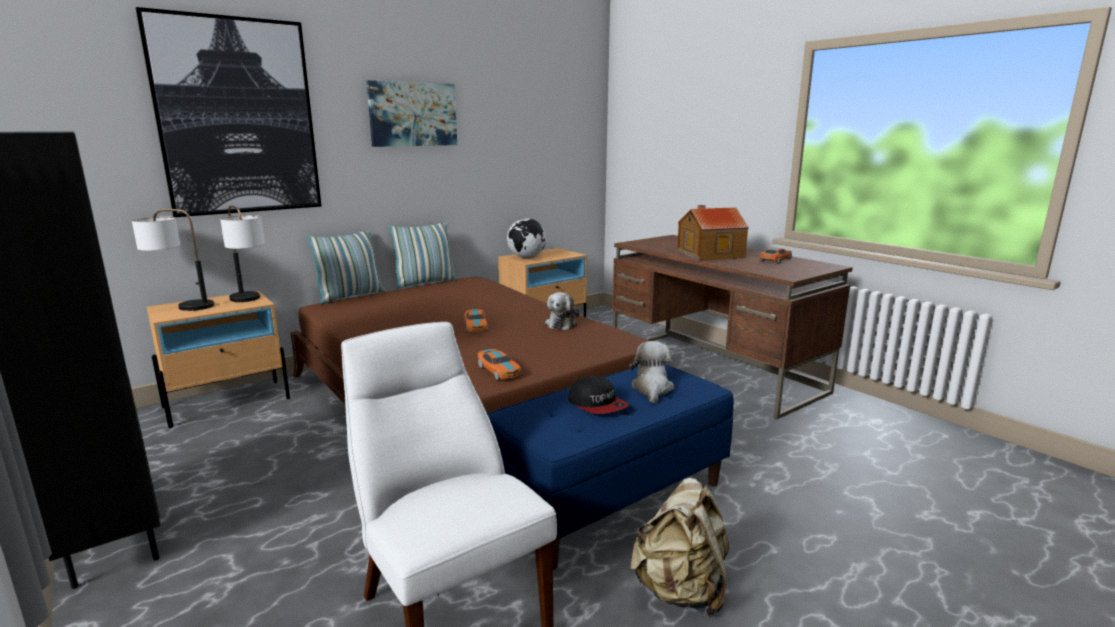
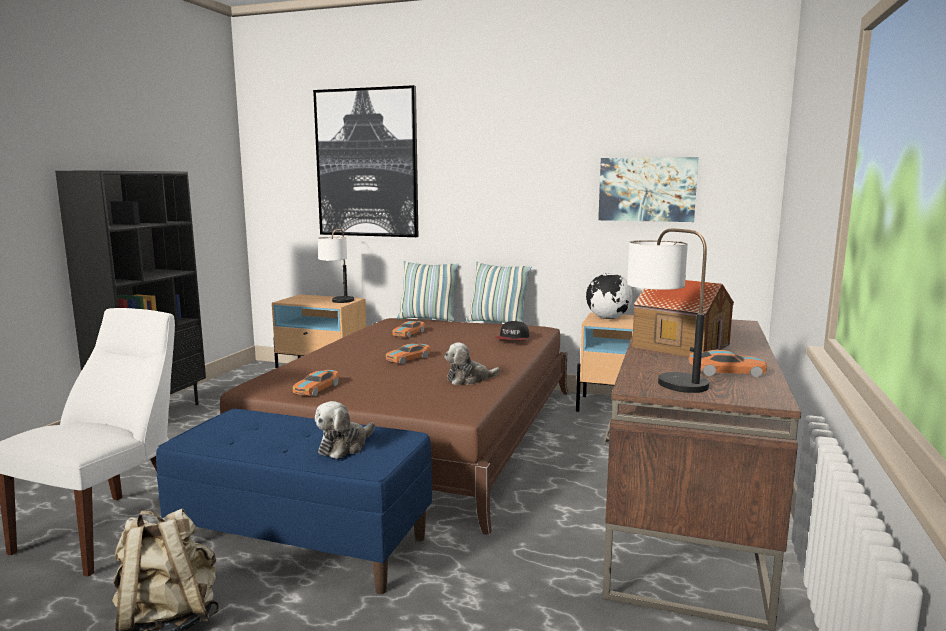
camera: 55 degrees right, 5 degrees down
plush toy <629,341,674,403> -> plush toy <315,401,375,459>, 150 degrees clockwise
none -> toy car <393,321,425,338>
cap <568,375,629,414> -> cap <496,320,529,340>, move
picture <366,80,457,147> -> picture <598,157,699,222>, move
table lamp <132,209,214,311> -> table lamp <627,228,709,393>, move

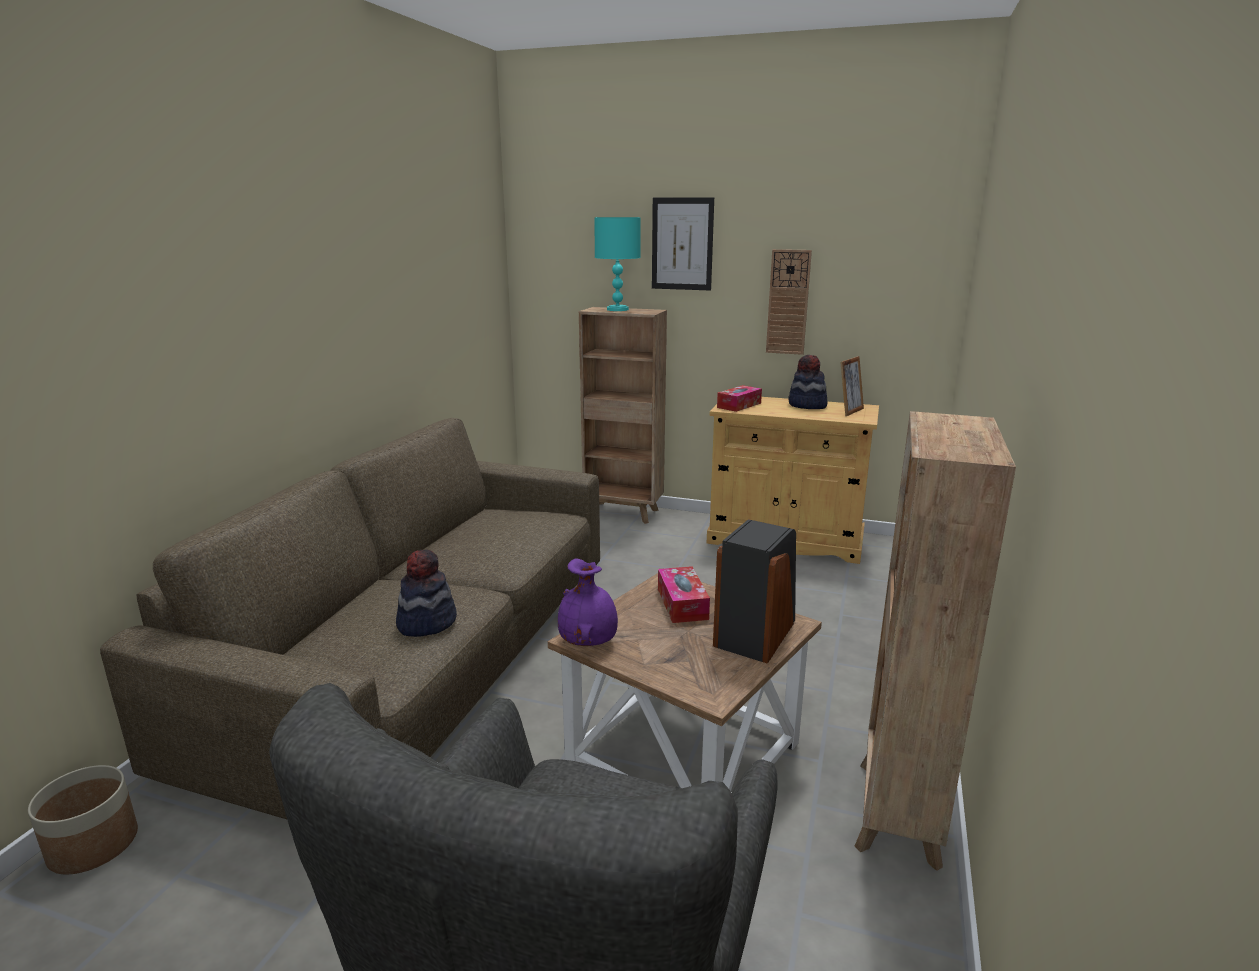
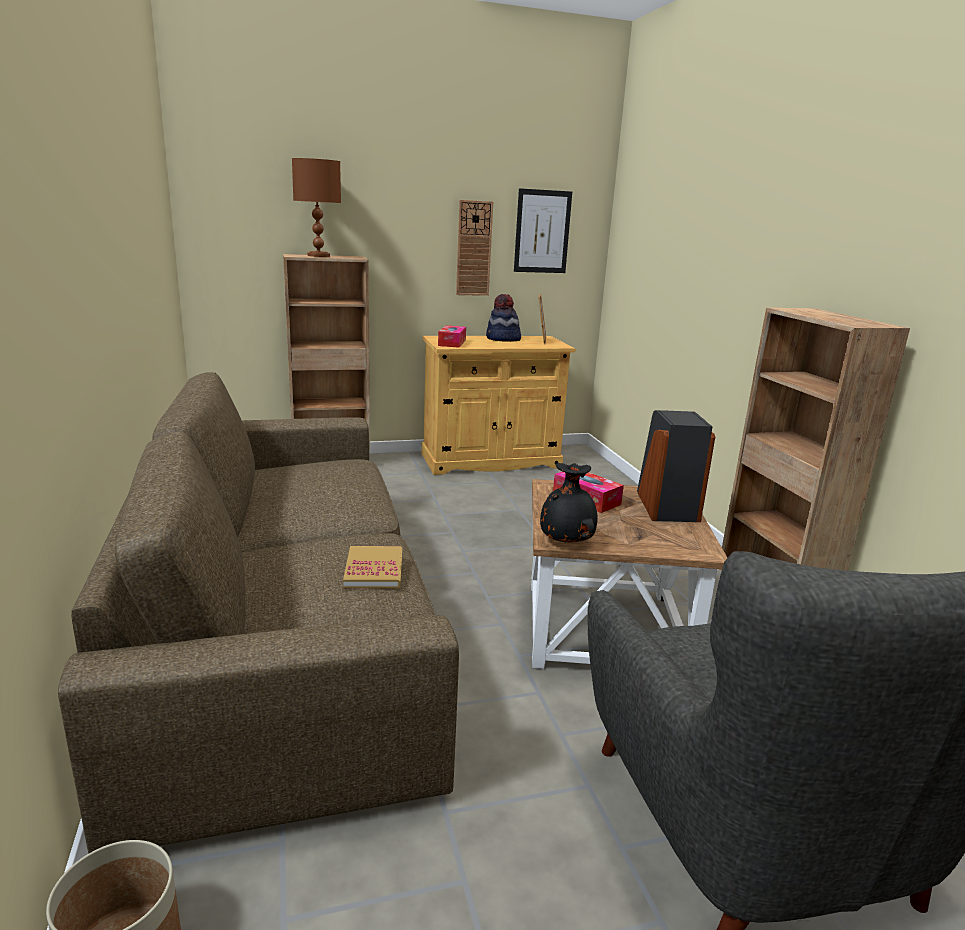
camera: 35 degrees left, 0 degrees up
turquoise table lamp <594,217,641,311> -> brown table lamp <292,158,341,257>
hat <396,550,457,637> -> book <343,546,402,589>
picture <652,197,714,291> -> picture <514,188,572,273>, move
purple vase <558,558,618,646> -> black vase <540,463,597,543>

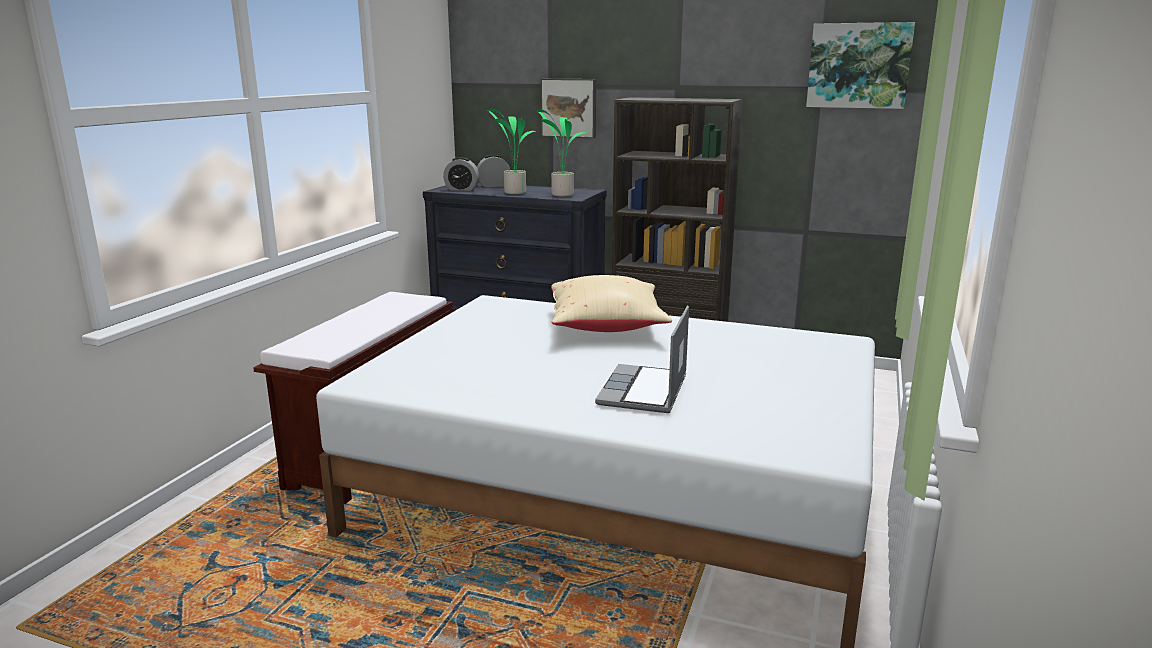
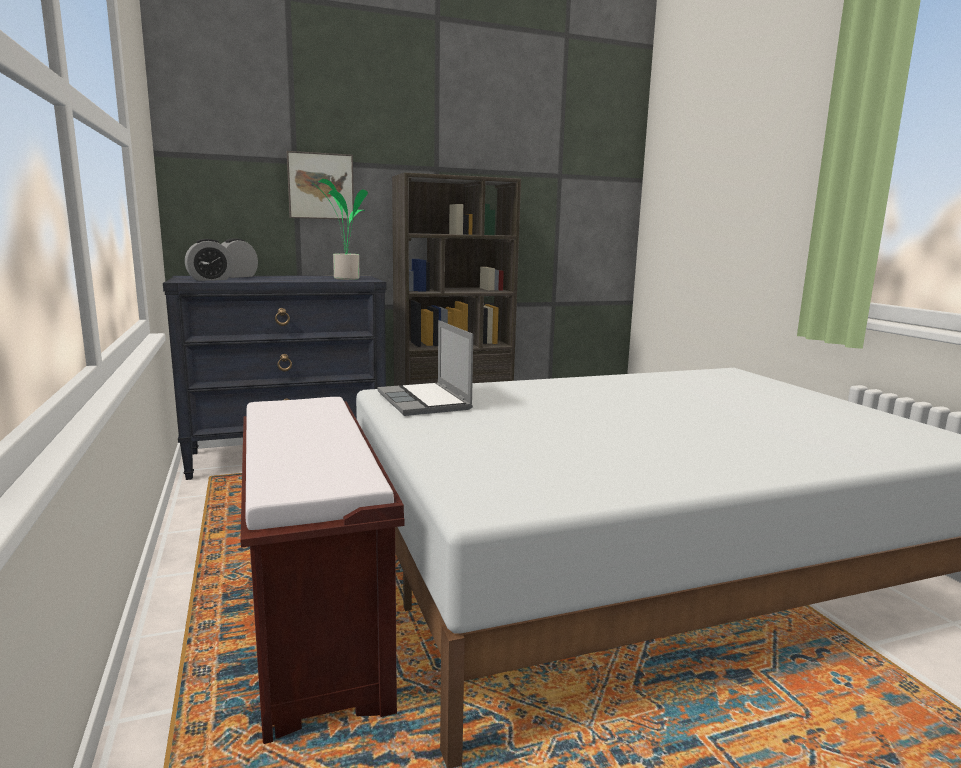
camera: 40 degrees left, 5 degrees down
laptop <595,306,689,413> -> laptop <378,320,473,416>, move
potted plant <487,109,538,194> -> none
beige pillow <551,275,672,332> -> none
picture <806,22,915,109> -> none

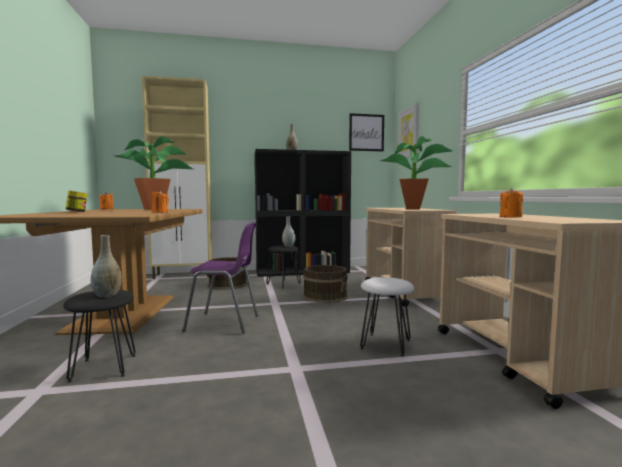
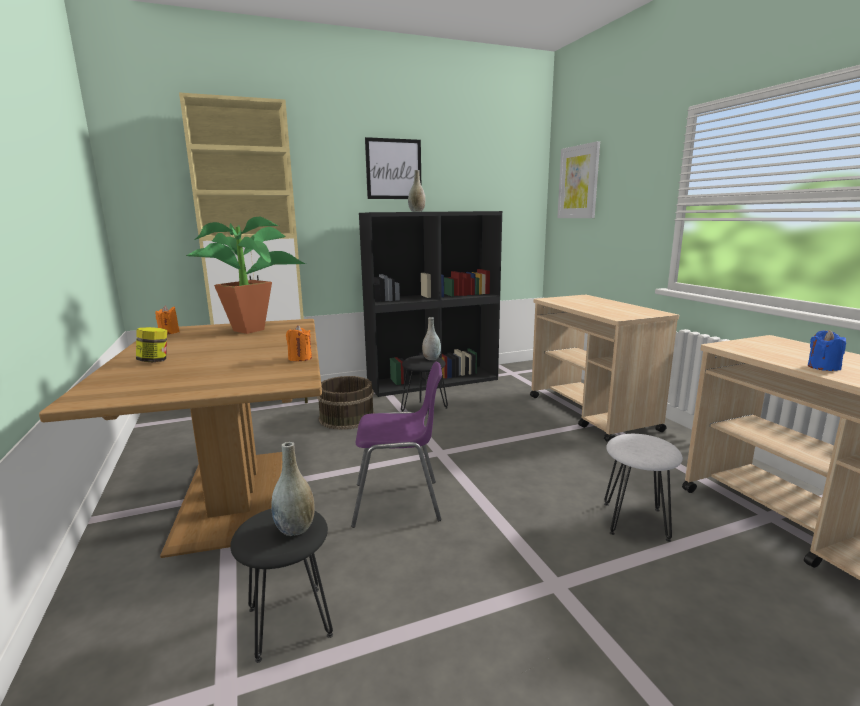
camera: 10 degrees left, 10 degrees up
picture <349,113,384,152> -> picture <365,137,421,199>, move
orange candle <500,188,523,217> -> blue candle <808,330,846,371>
brown bucket <303,265,348,303> -> none
potted plant <380,136,453,210> -> none

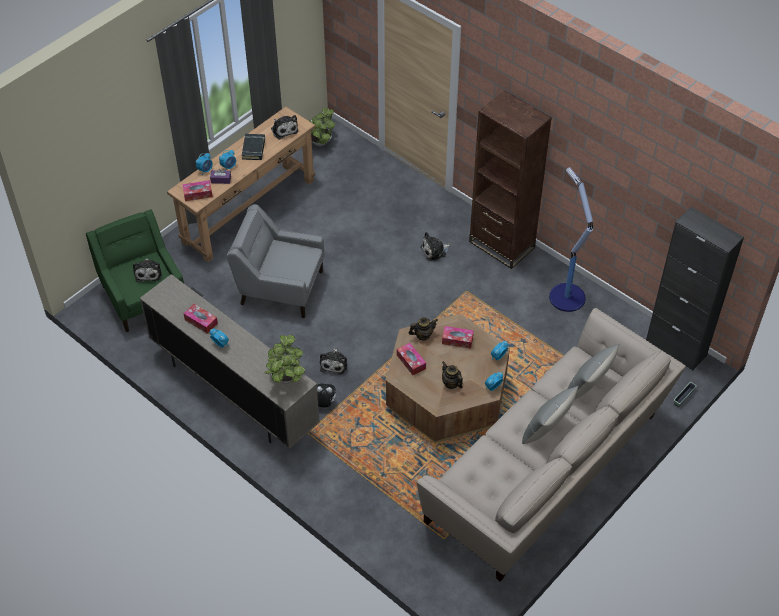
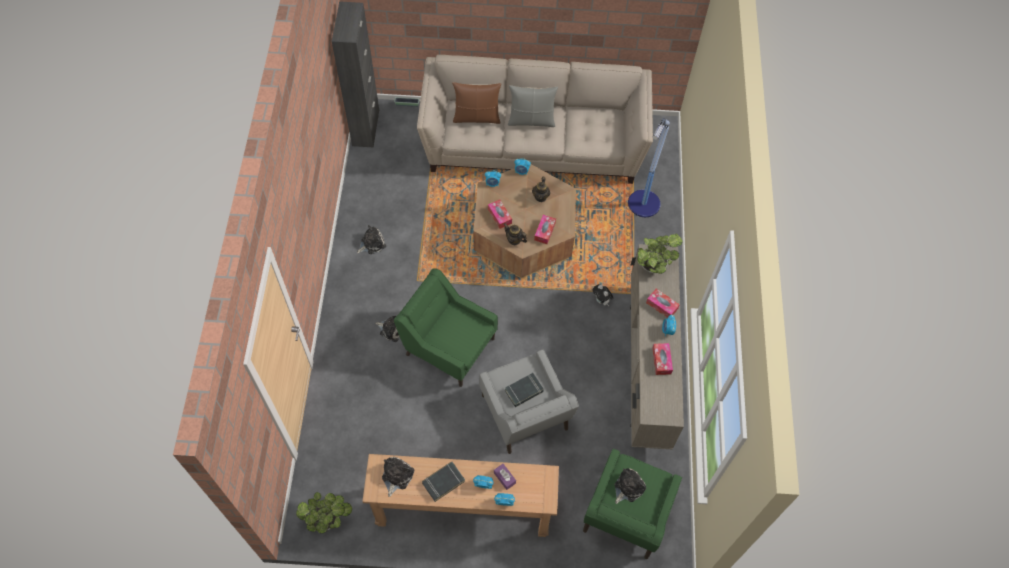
camera: 130 degrees left, 10 degrees up
plush toy <320,348,347,375> -> plush toy <357,225,386,254>, move
none -> green armchair <394,268,498,387>
grey pillow <567,344,619,399> -> brown pillow <452,82,501,124>
none -> black book <504,373,544,407>
floor lamp <549,167,593,312> -> floor lamp <628,119,670,217>, move
tissue box <182,180,213,201> -> tissue box <646,289,680,318>, move
brown bookcase <469,91,552,269> -> none

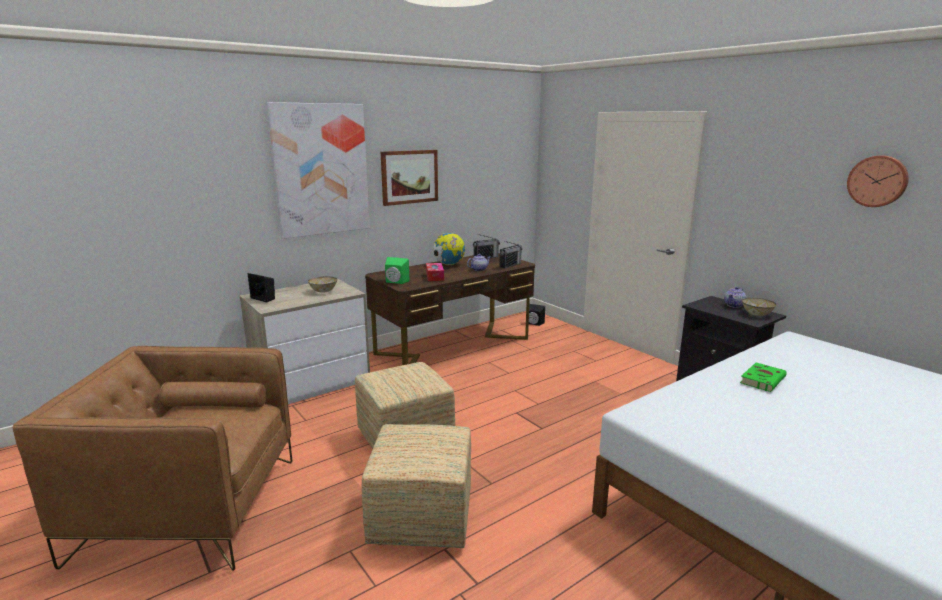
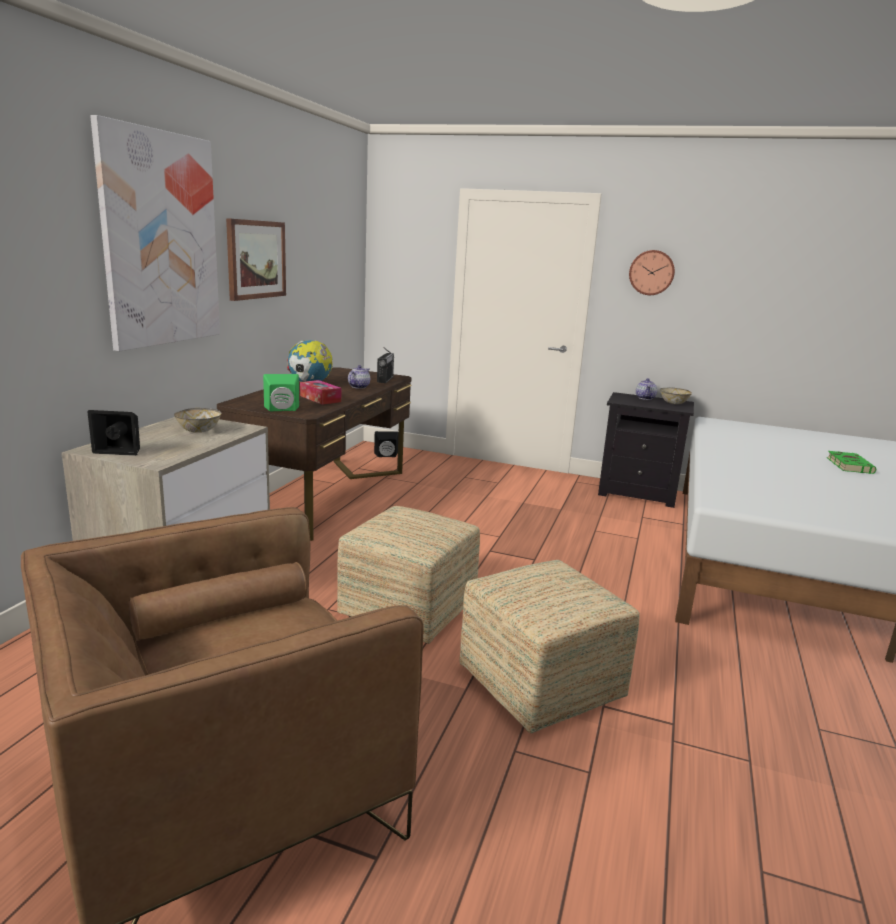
camera: 35 degrees left, 0 degrees up
wall clock <847,155,909,207> -> wall clock <629,250,675,295>, move
green book <740,362,787,392> -> green book <827,451,876,474>, move
radio <473,234,500,259> -> none

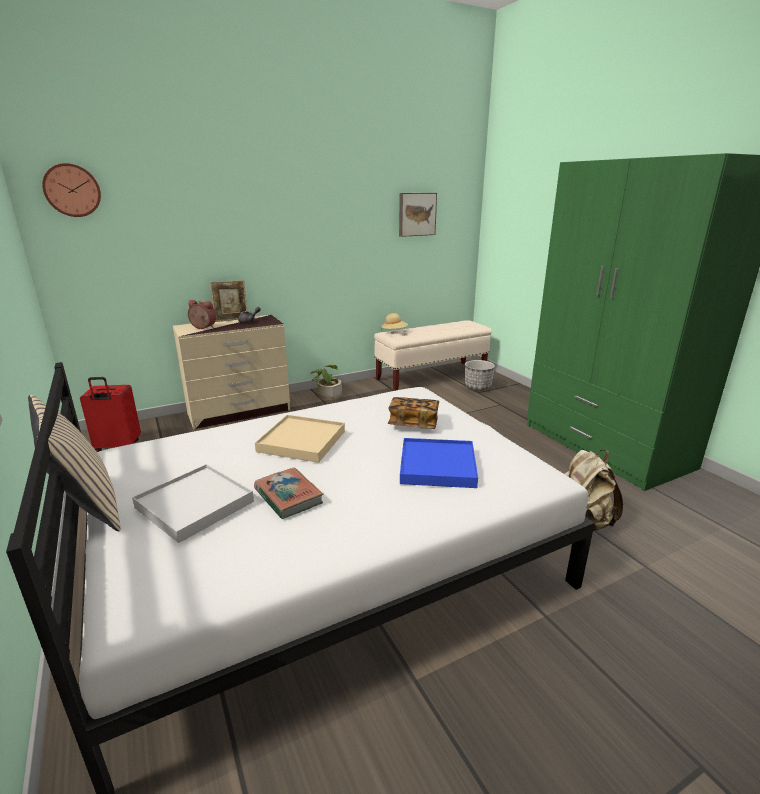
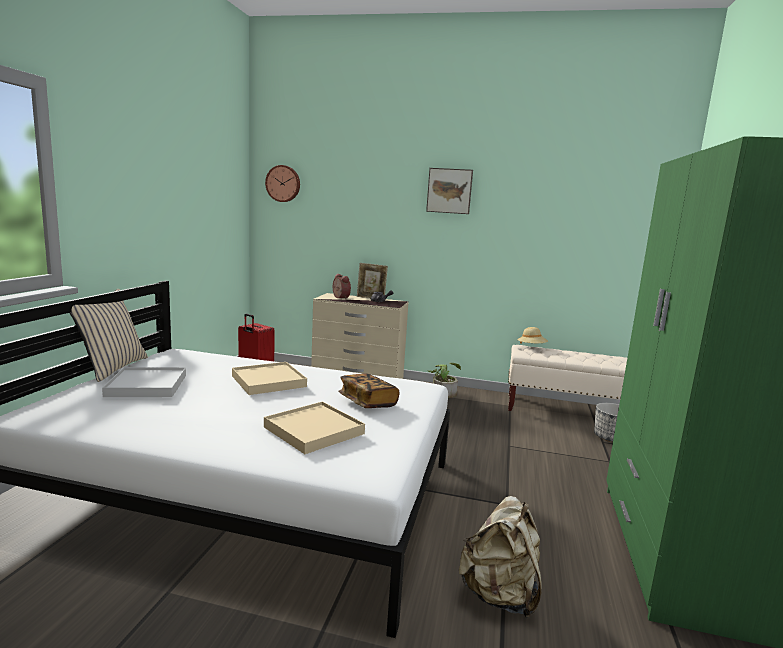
camera: 40 degrees right, 10 degrees down
blue tray <400,438,478,488> -> beige tray <264,402,365,454>
picture <399,193,437,237> -> picture <426,168,473,214>, move
book <254,467,323,519> -> none

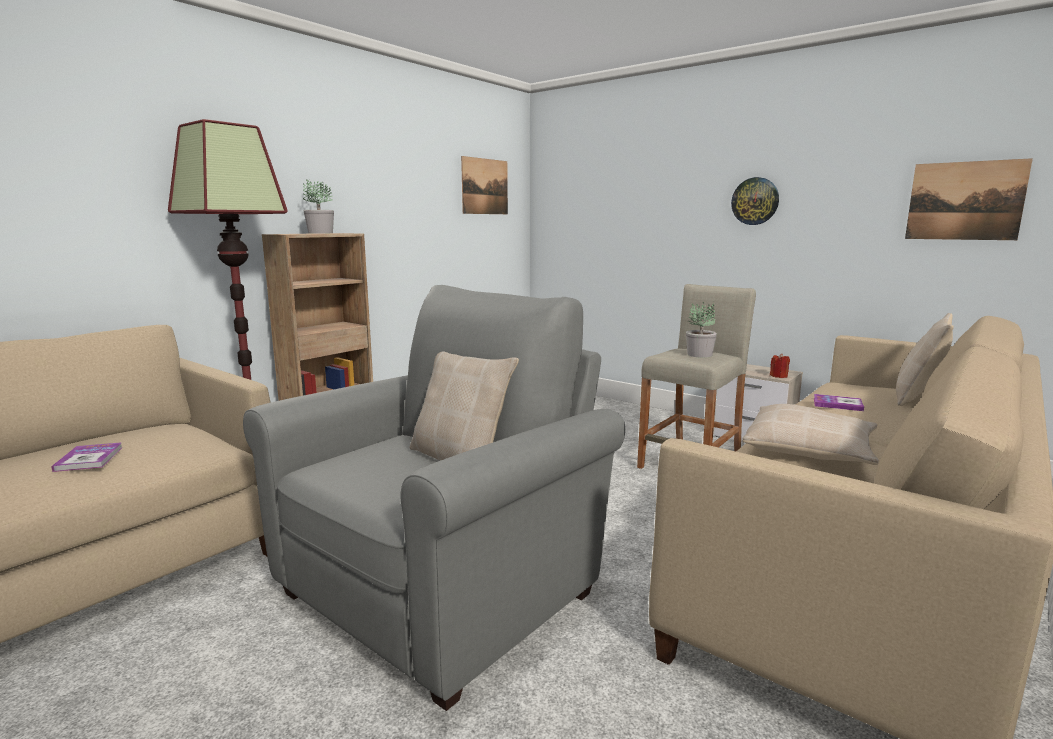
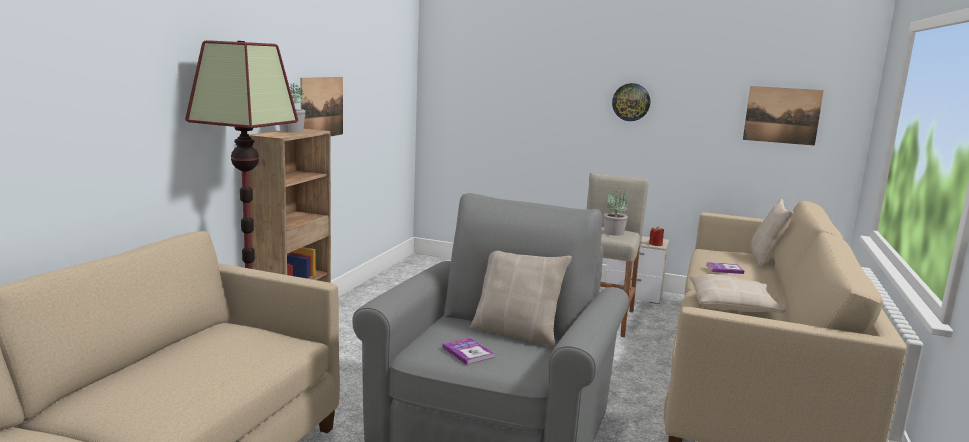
camera: 20 degrees left, 0 degrees up
picture <461,156,508,214> -> picture <300,77,343,136>, move
book <51,442,123,472> -> book <442,337,495,365>, move

